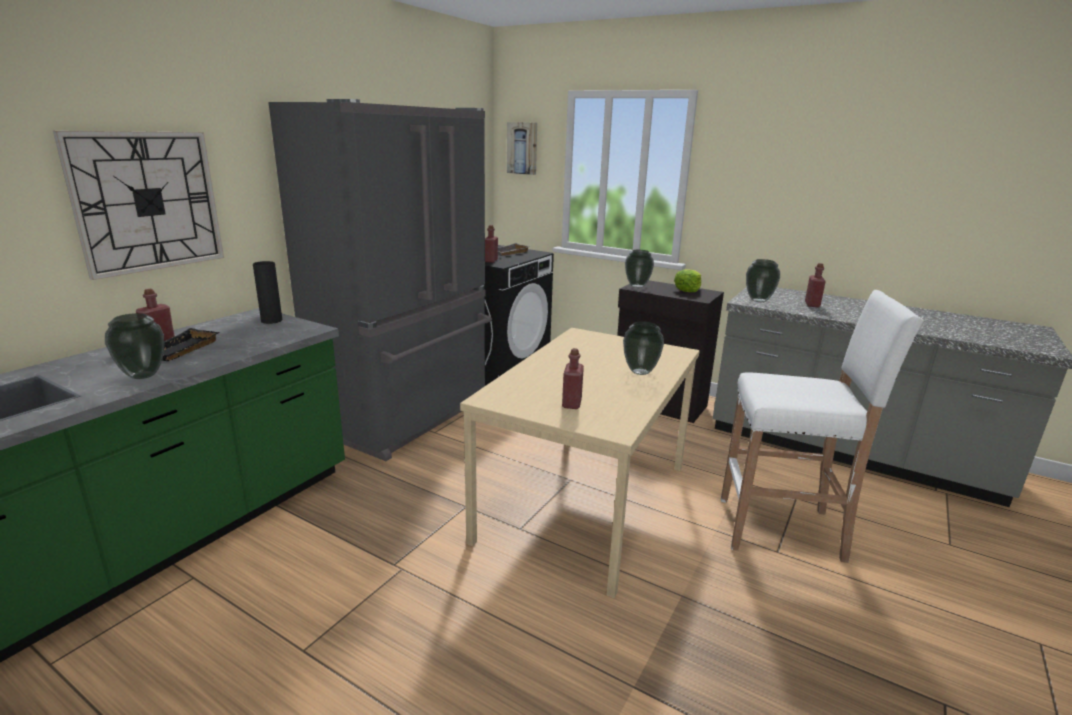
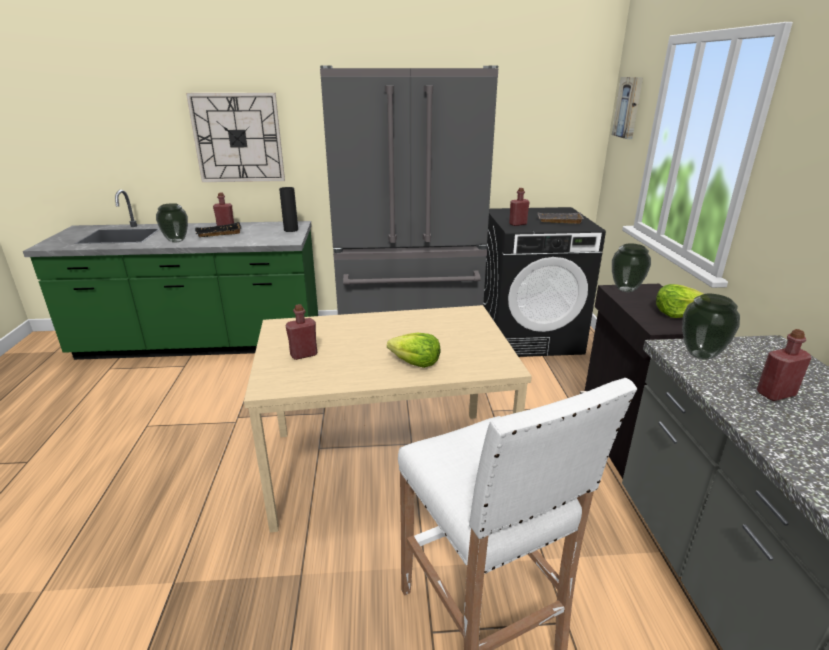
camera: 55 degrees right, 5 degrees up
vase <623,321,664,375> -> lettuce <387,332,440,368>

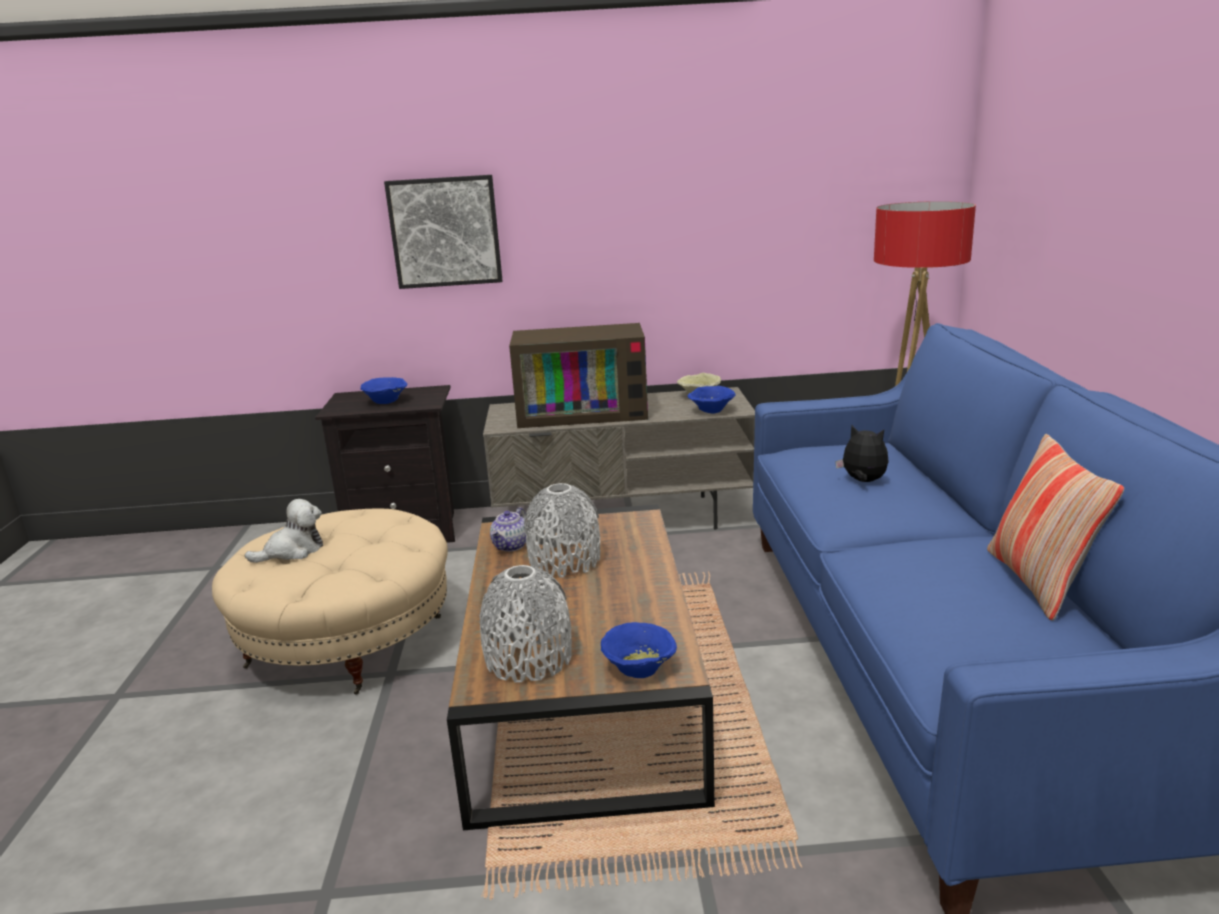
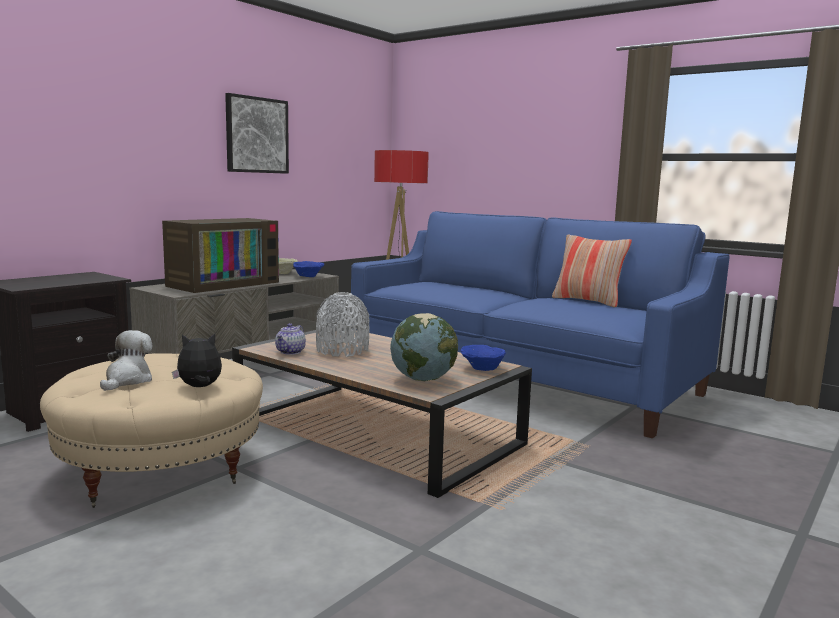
camera: 50 degrees left, 10 degrees down
plush toy <835,425,889,482> -> plush toy <172,334,222,387>, move
picture <384,175,503,289> -> picture <225,93,289,174>, move
teapot <490,507,526,551> -> teapot <275,323,306,355>, 45 degrees clockwise
grey vase <480,565,572,683> -> globe <390,313,458,381>
blue bowl <360,377,407,404> -> none

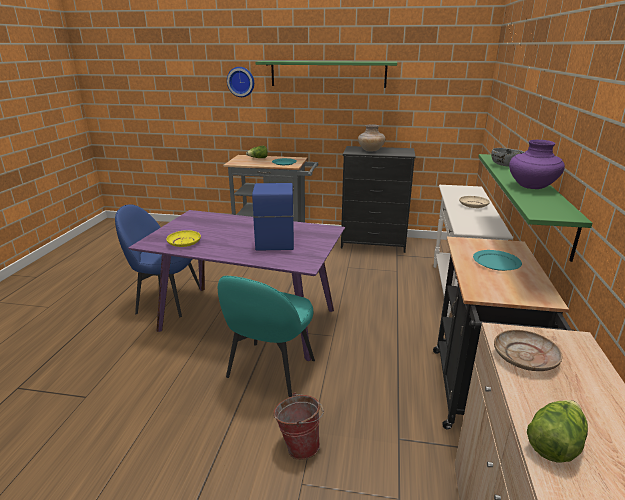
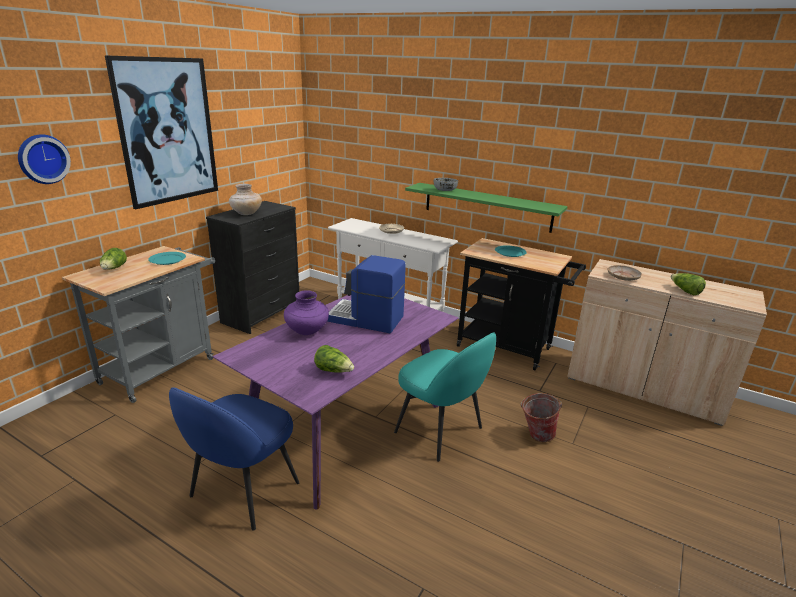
camera: 70 degrees left, 0 degrees up
green shelf <255,61,397,88> -> picture <105,55,218,209>
purple vase <509,140,565,189> -> purple vase <284,290,329,335>, move
yellow plate <166,230,201,247> -> lettuce <314,345,354,372>

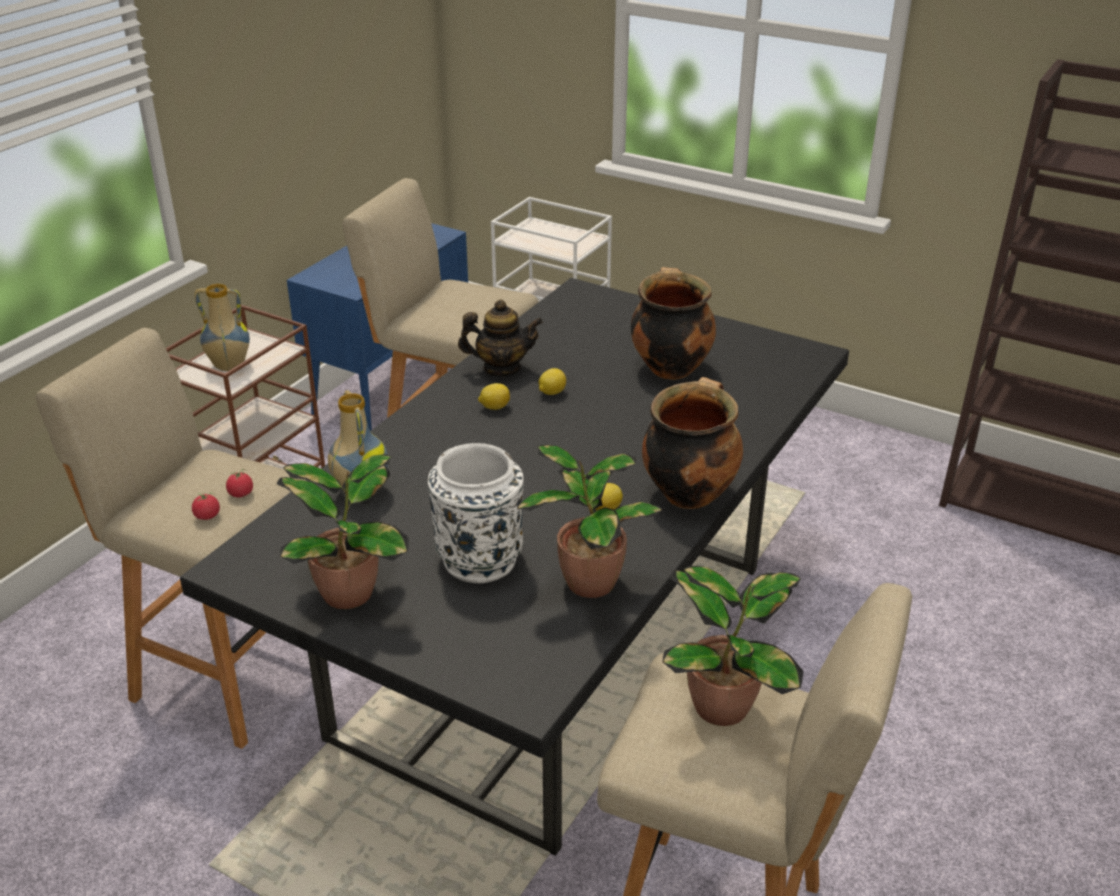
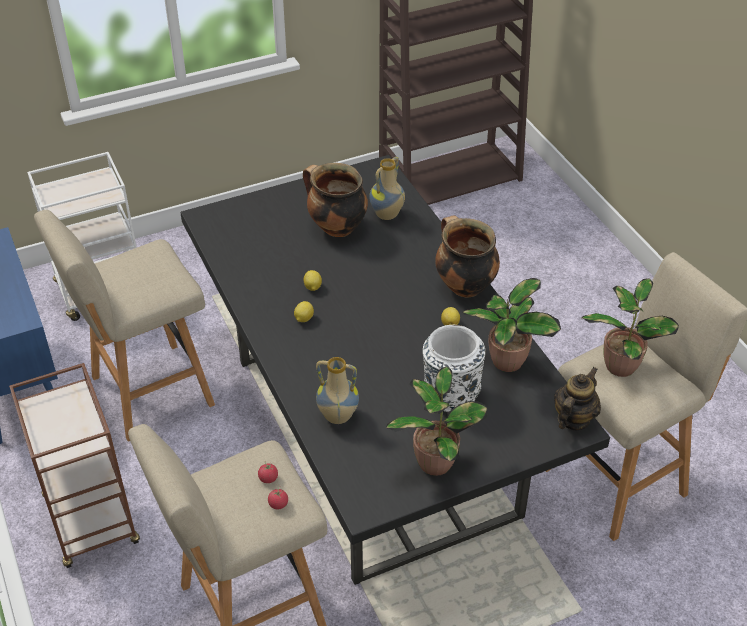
camera: 55 degrees left, 10 degrees up
vase <194,284,250,371> -> vase <369,157,405,220>, move
teapot <458,299,543,377> -> teapot <554,367,601,431>, move

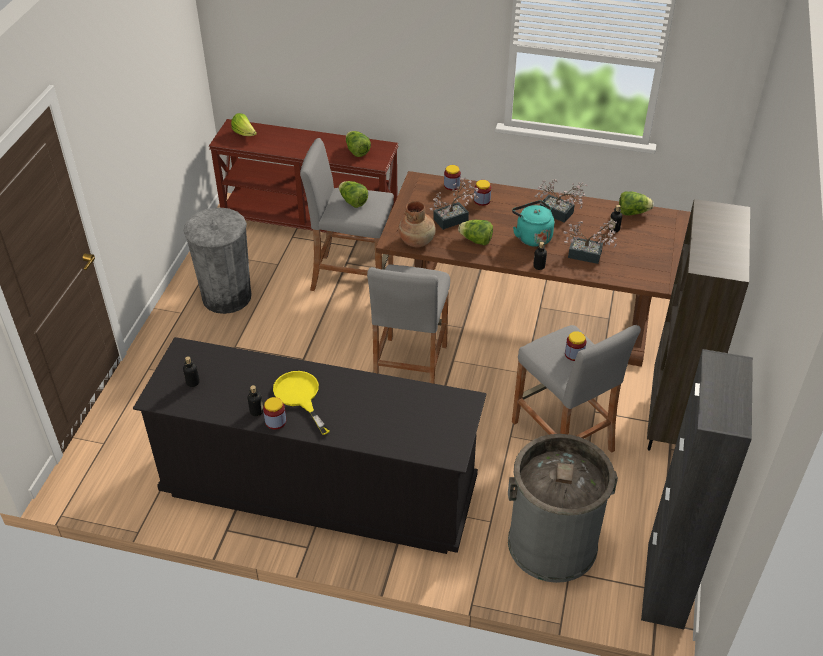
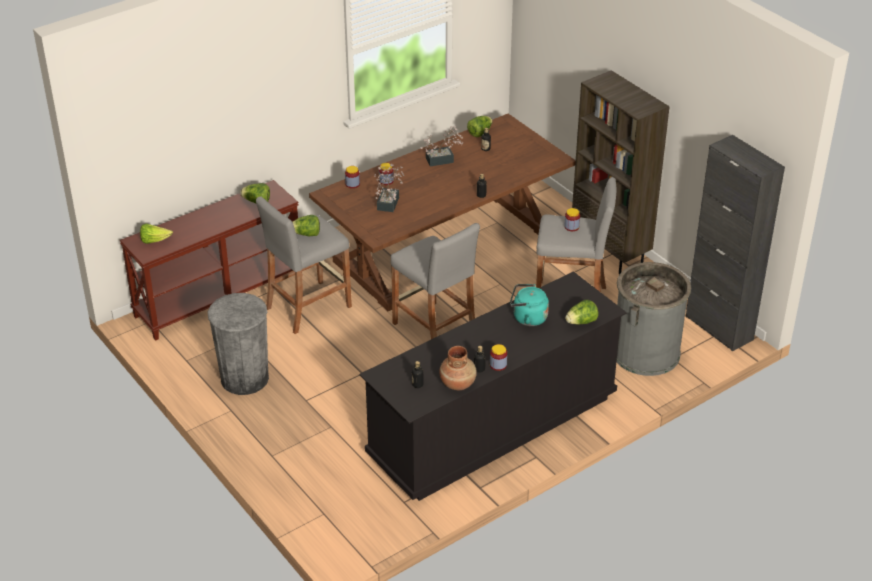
camera: 50 degrees left, 5 degrees down
brown vase <399,201,436,247> -> brown vase <439,346,477,390>, move
turquoise kettle <512,200,554,247> -> turquoise kettle <510,284,549,326>, move
lettuce <458,220,493,246> -> lettuce <565,300,598,324>, move
yellow frying pan <273,371,330,435> -> none
potted plant <563,219,617,264> -> none

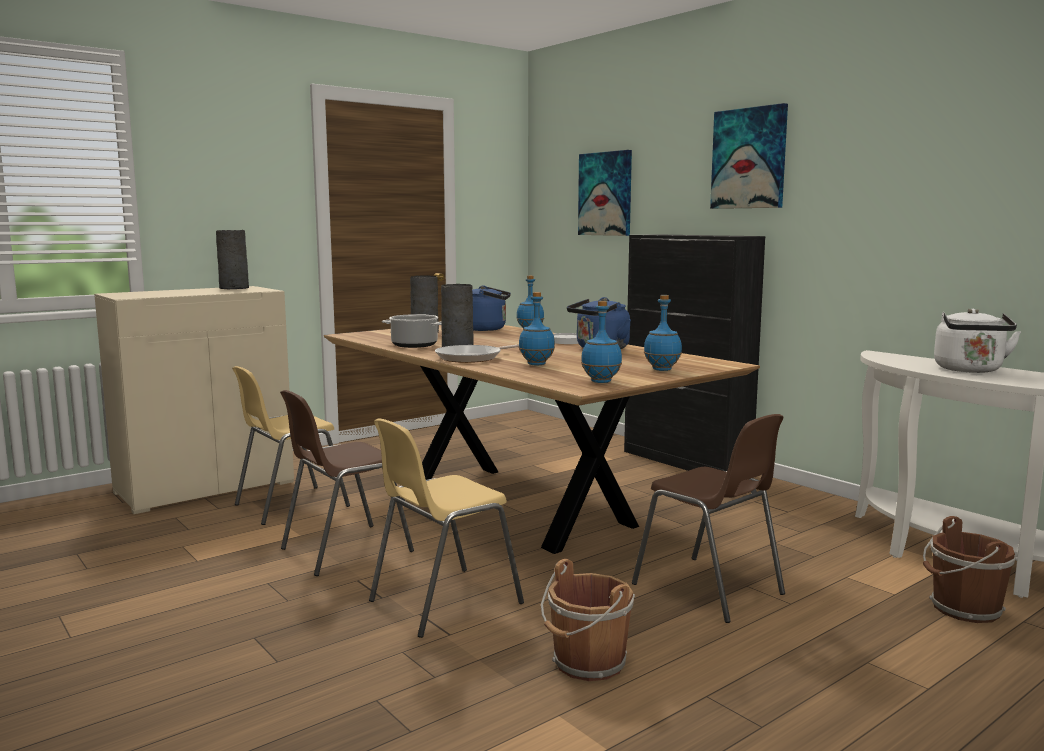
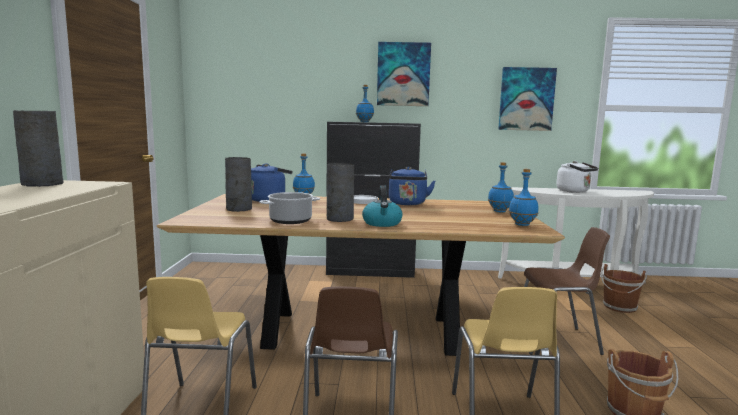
camera: 50 degrees left, 0 degrees up
blue bottle <519,292,555,366> -> blue bottle <356,85,374,122>, move
frying pan <435,344,519,363> -> kettle <362,185,403,227>
picture <578,150,632,236> -> picture <498,67,557,131>, move

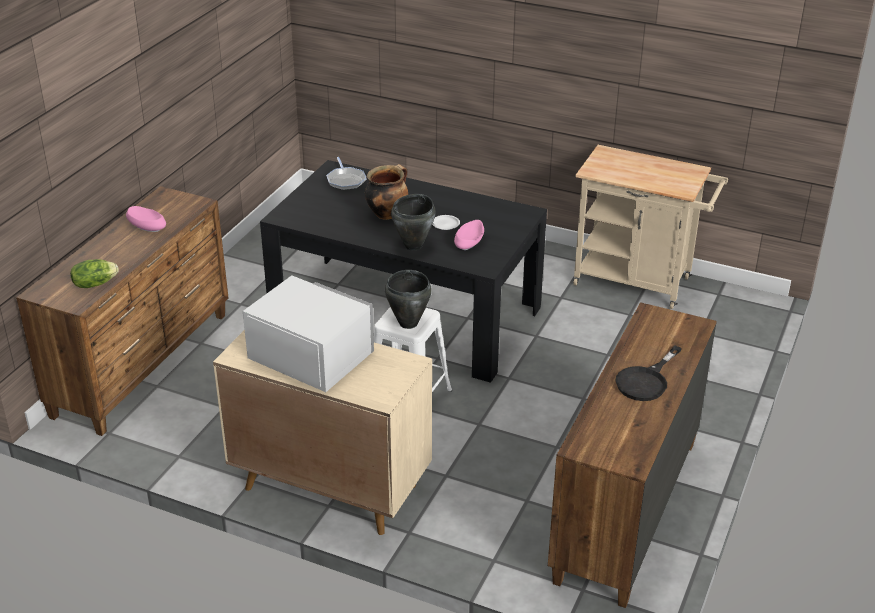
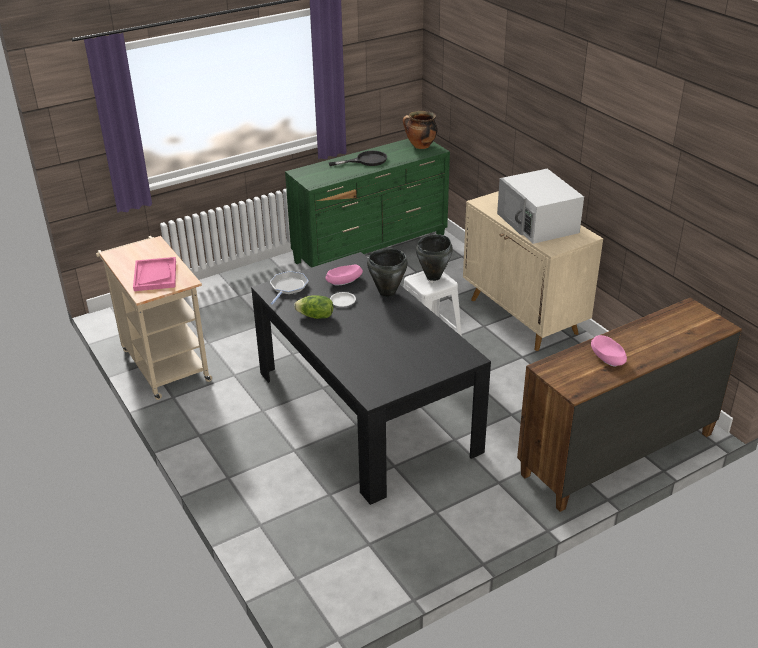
camera: 145 degrees left, 0 degrees up
none -> pink tray <133,257,176,291>
frying pan <326,157,367,190> -> frying pan <270,271,309,305>, move
brown dresser <548,302,717,608> -> green dresser <285,139,450,268>
lettuce <70,259,119,288> -> lettuce <294,295,333,319>, move
cooking pot <365,164,408,220> -> cooking pot <403,111,437,149>, move

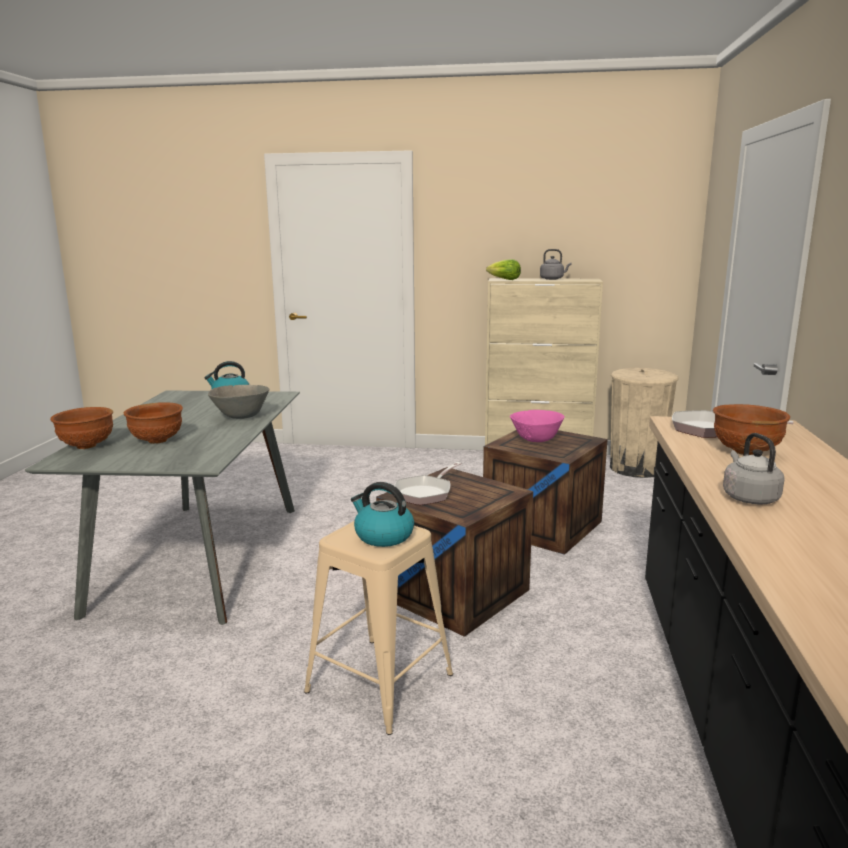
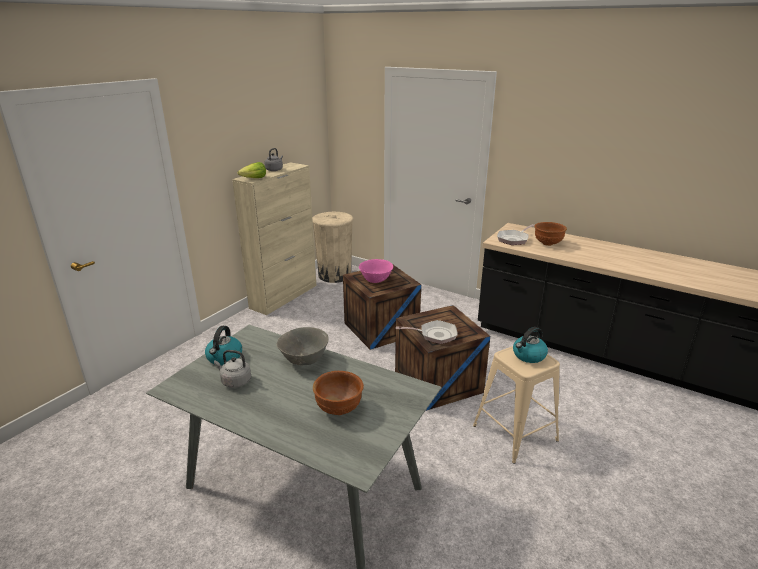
camera: 65 degrees left, 10 degrees up
grey kettle <723,433,785,504> -> grey kettle <214,350,251,388>, move
frying pan <394,462,462,505> -> frying pan <396,320,458,344>, 60 degrees counterclockwise
brown bowl <50,407,113,449> -> none

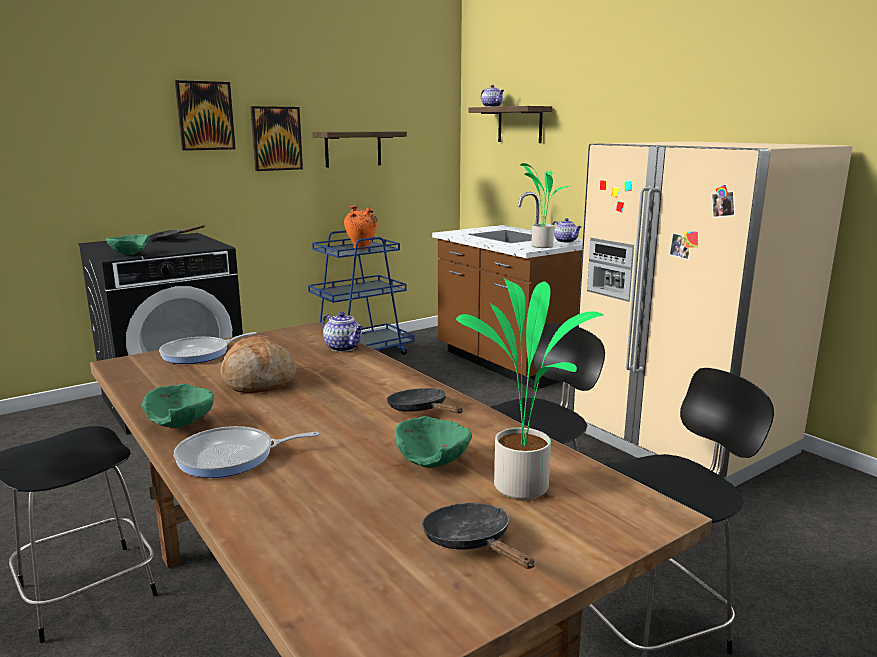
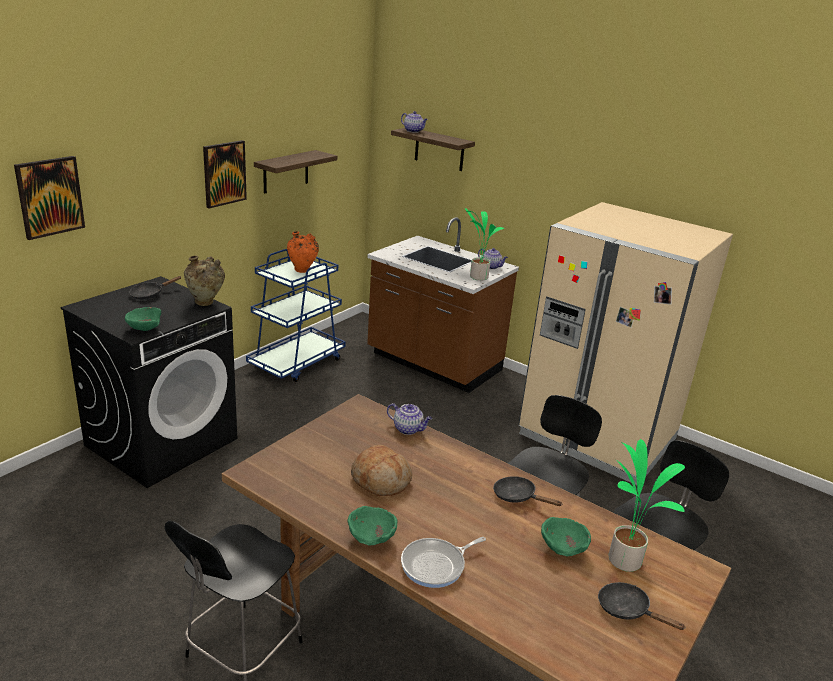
camera: 20 degrees left, 10 degrees up
picture <175,80,236,151> -> picture <14,156,85,240>, move
none -> beige vase <184,256,225,306>
frying pan <159,332,256,364> -> none

